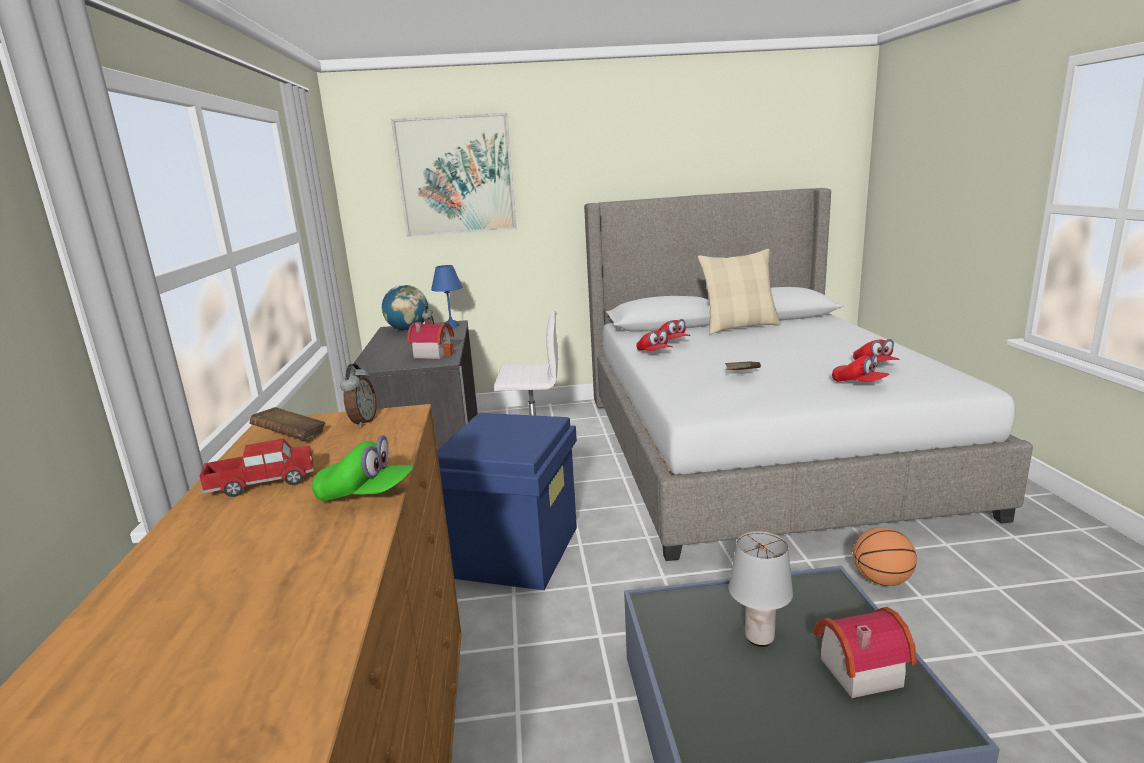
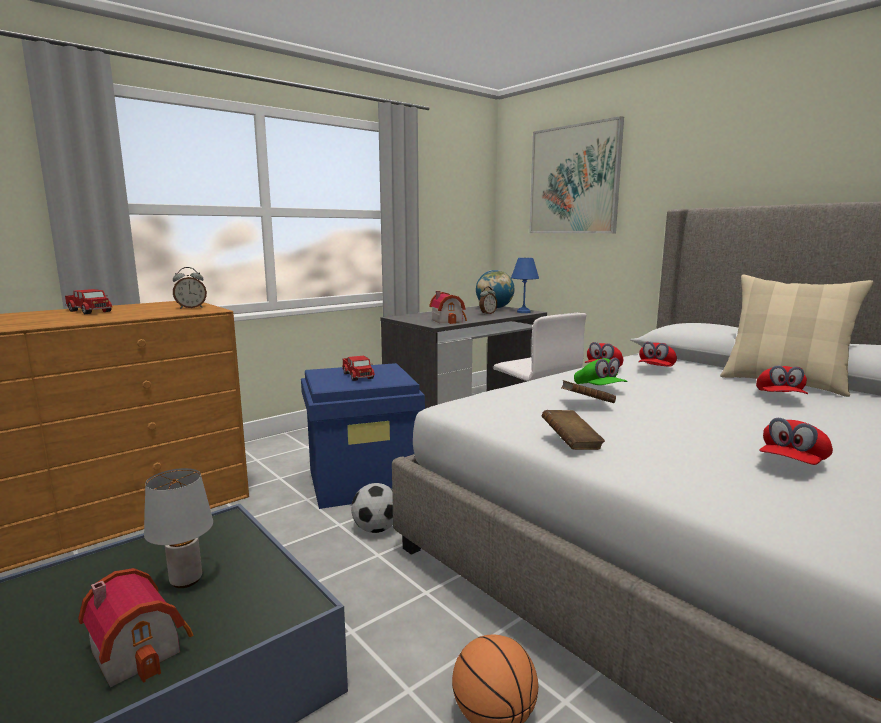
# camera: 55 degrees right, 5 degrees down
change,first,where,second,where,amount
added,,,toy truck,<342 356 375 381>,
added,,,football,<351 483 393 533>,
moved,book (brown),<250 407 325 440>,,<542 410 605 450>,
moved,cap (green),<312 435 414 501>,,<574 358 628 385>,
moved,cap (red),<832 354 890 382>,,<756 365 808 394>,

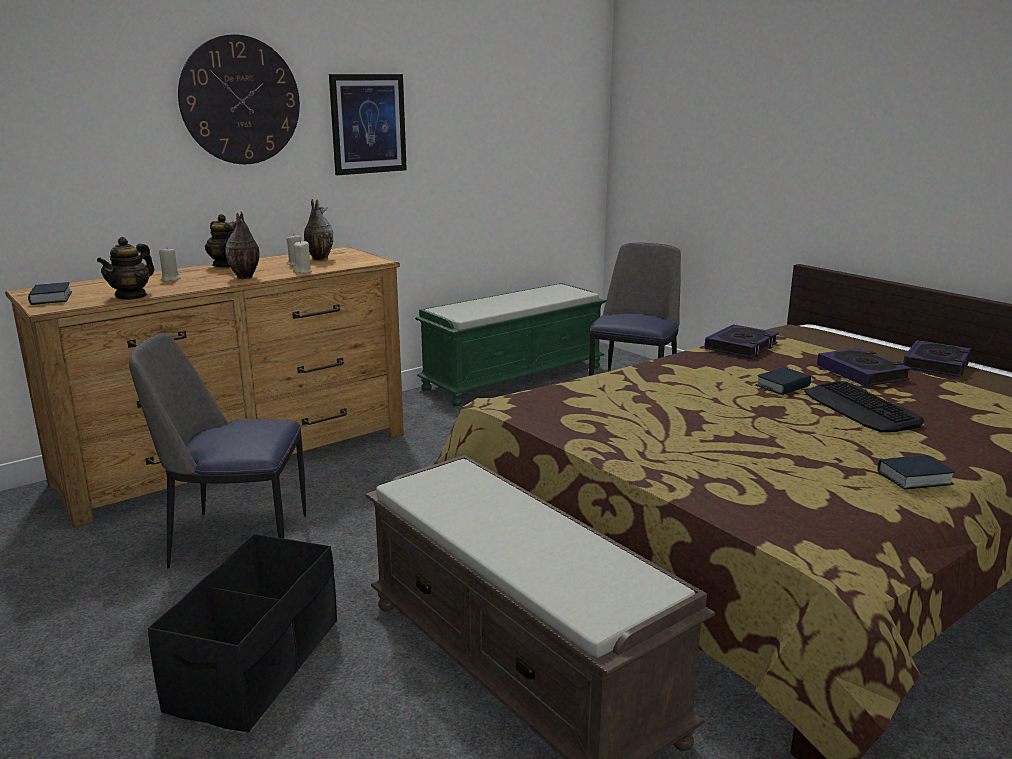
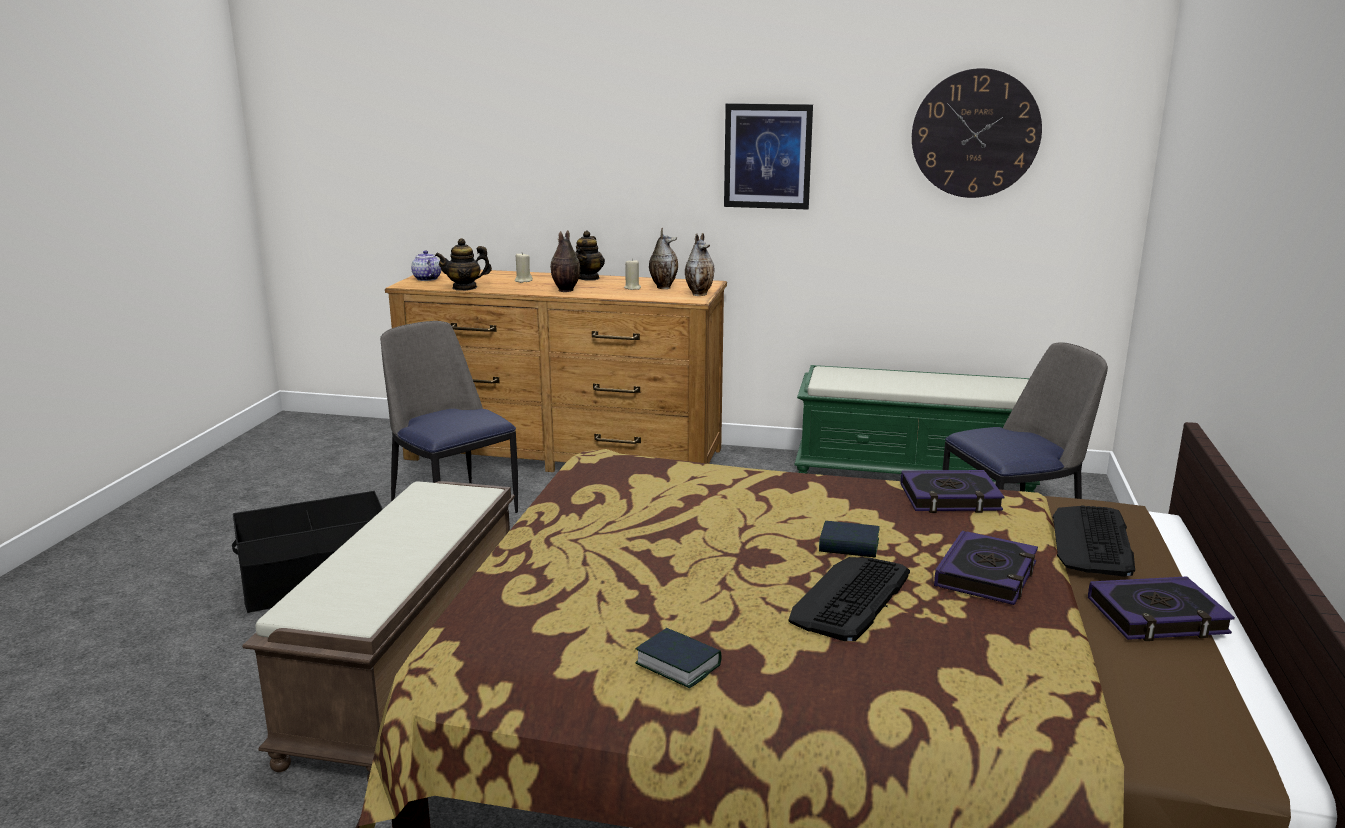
# camera: 50 degrees right, 0 degrees up
change,first,where,second,where,amount
removed,candle (beige),<293 240 312 274>,,,
added,,,vase,<685 233 715 296>,
added,,,keyboard,<1053 506 1135 577>,
moved,wall clock,<178 34 300 164>,,<912 68 1042 198>,
replaced,book,<28 282 72 305>,teapot,<411 250 441 281>,

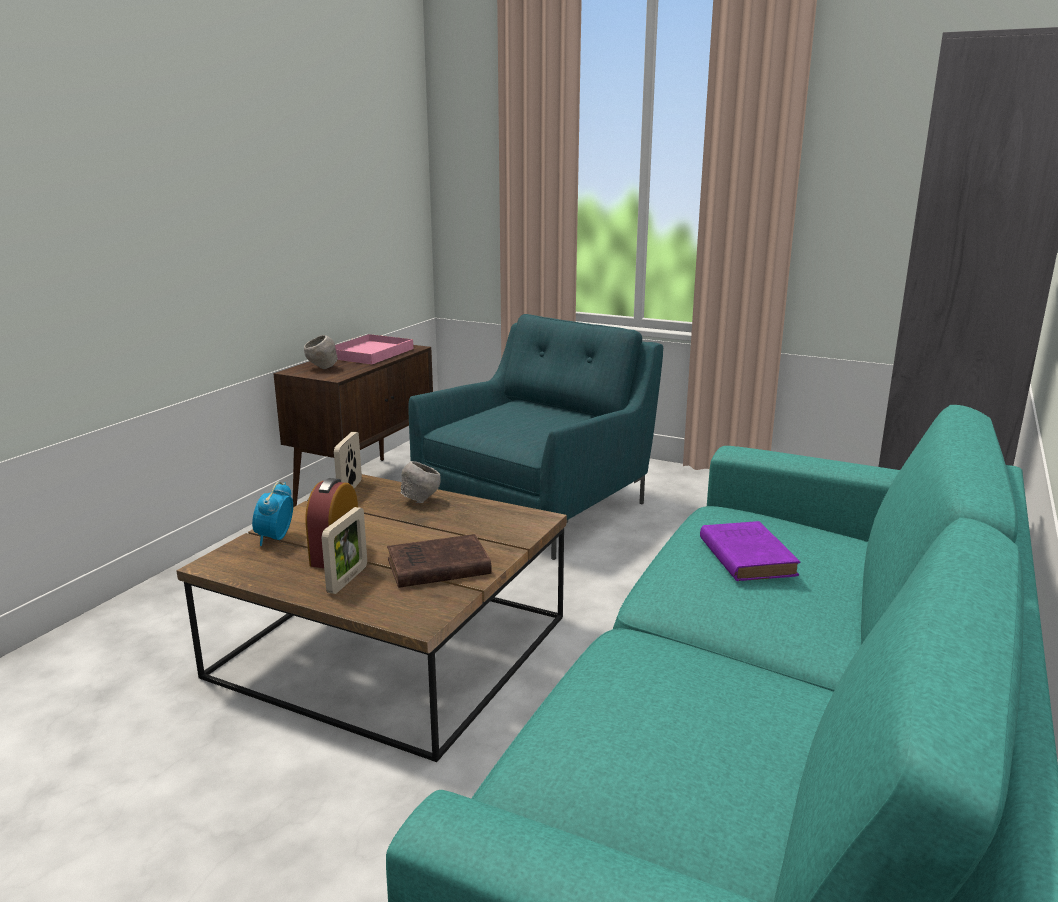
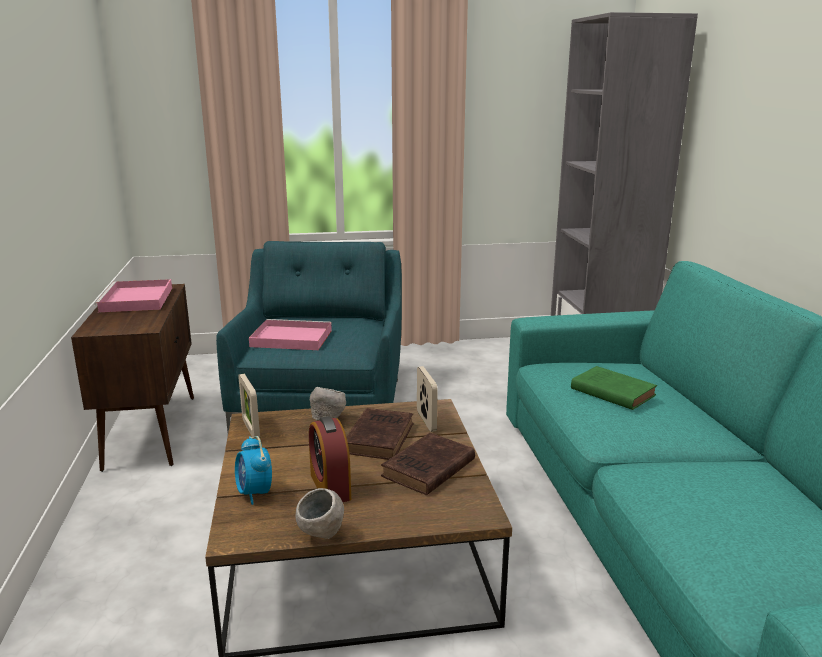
# camera: 35 degrees left, 0 degrees up
change,first,where,second,where,amount
added,,,tray (pink),<249 319 332 350>,
added,,,book (brown),<346 408 414 460>,
moved,bowl (grey),<304 335 338 369>,,<295 488 344 539>,
moved,picture frame,<322 507 367 594>,,<417 366 438 432>,
recoloured,book (purple),<700 521 800 581>,book (green),<571 366 657 410>,

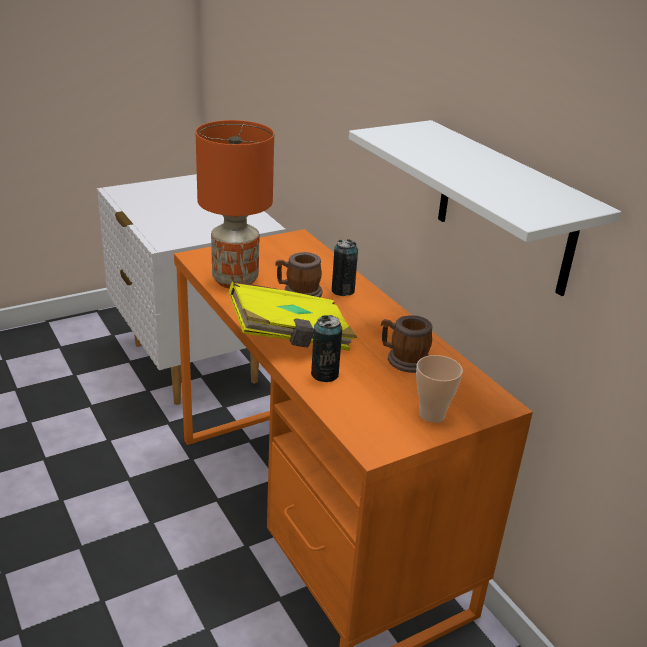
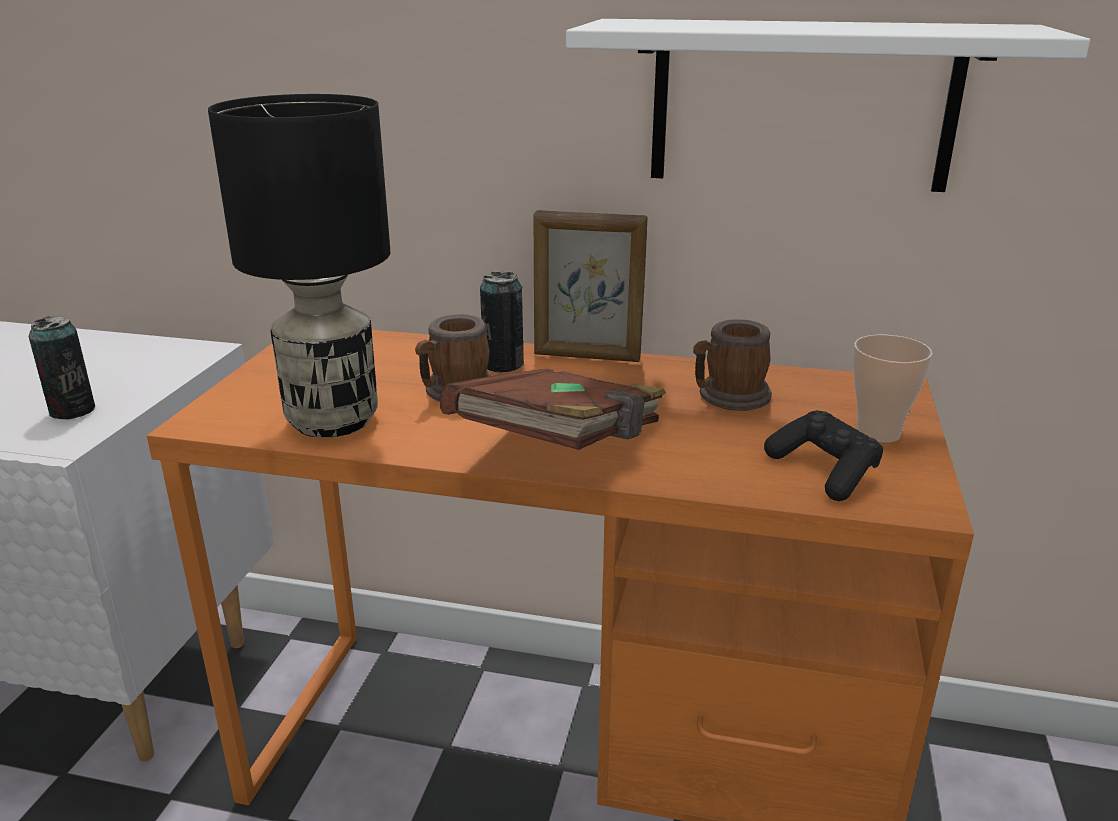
# camera: 45 degrees left, 5 degrees down
change,first,where,second,where,amount
added,,,picture frame,<533 210 648 362>,
added,,,game controller (black),<764 410 883 501>,
moved,can,<311 315 342 382>,,<29 316 95 419>,
recoloured,table lamp (orange),<196 120 274 289>,table lamp (black),<208 94 390 438>,
recoloured,book (yellow),<229 281 357 351>,book (brown),<440 369 666 450>,

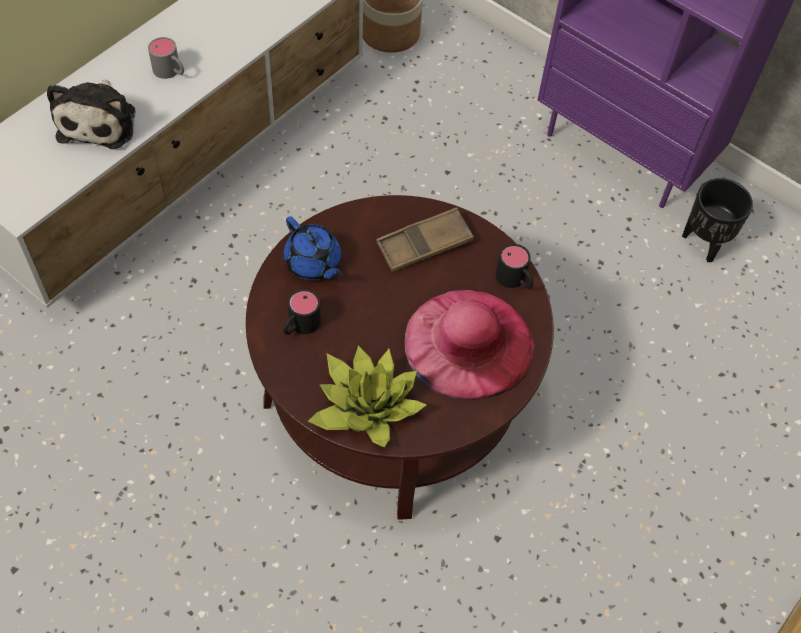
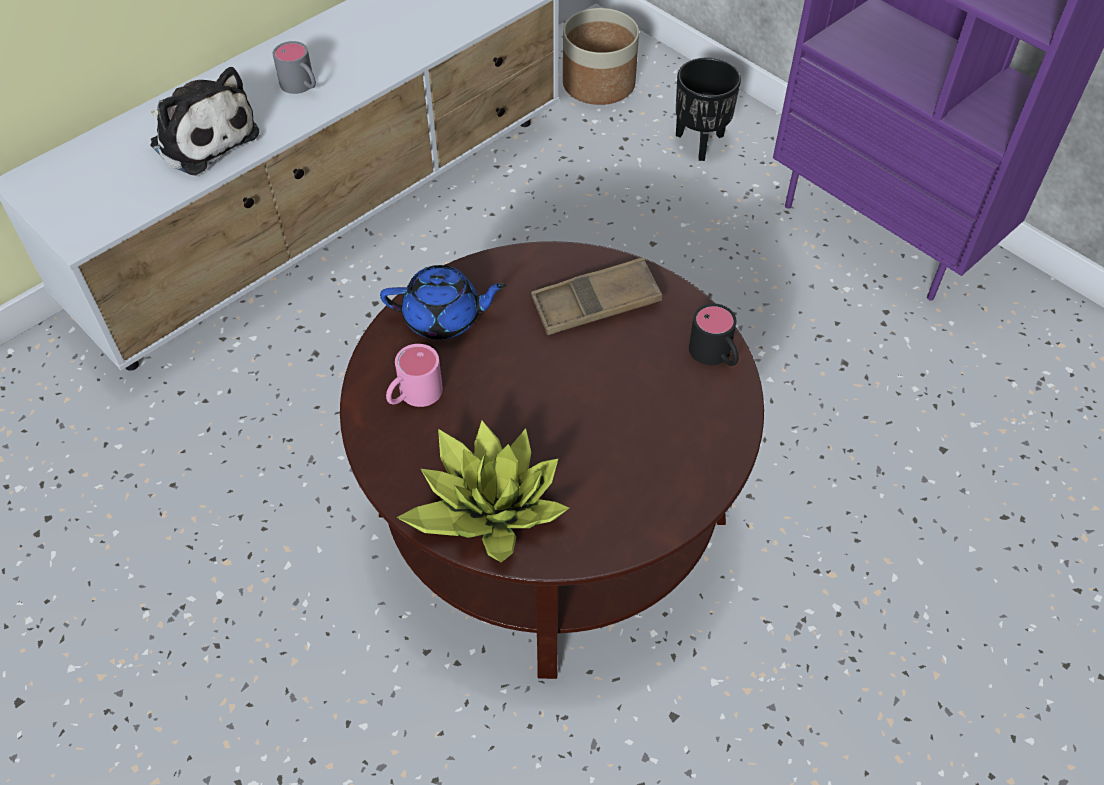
# camera: 10 degrees right, 5 degrees down
change,first,where,second,where,amount
removed,hat (pink),<405 290 534 400>,,,
moved,planter (black),<682 178 753 262>,,<676 58 741 161>,
recoloured,mug (black),<283 289 321 335>,mug (pink),<386 344 443 407>,
turned,plush toy,<47 79 135 149>,,<150 67 260 176>,60 degrees counterclockwise
turned,teapot (blue),<283 216 342 280>,,<380 265 506 340>,60 degrees counterclockwise

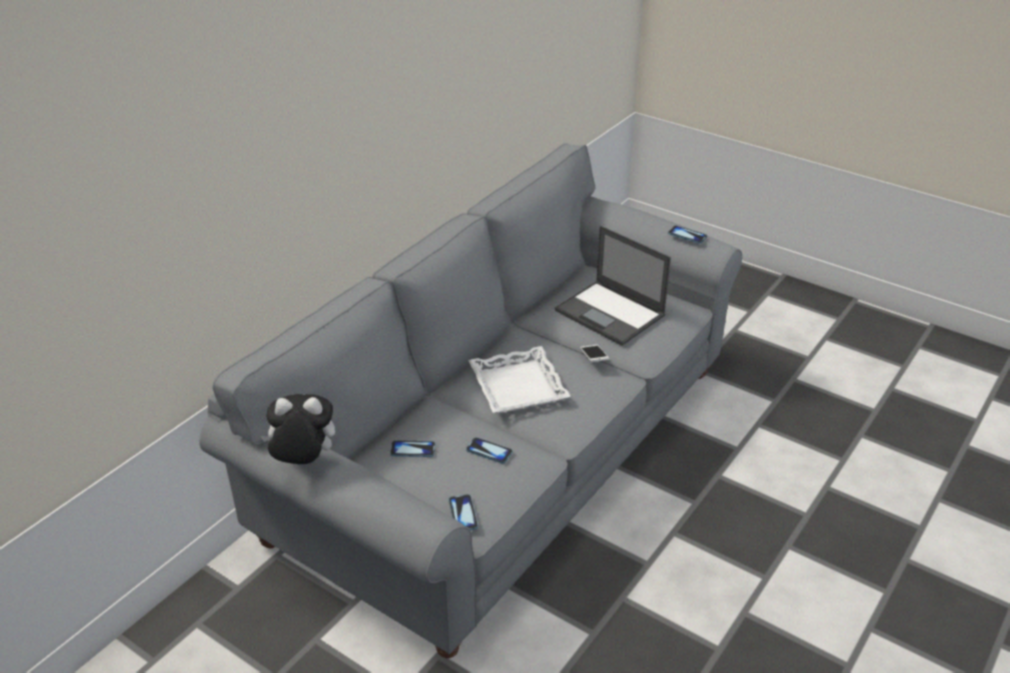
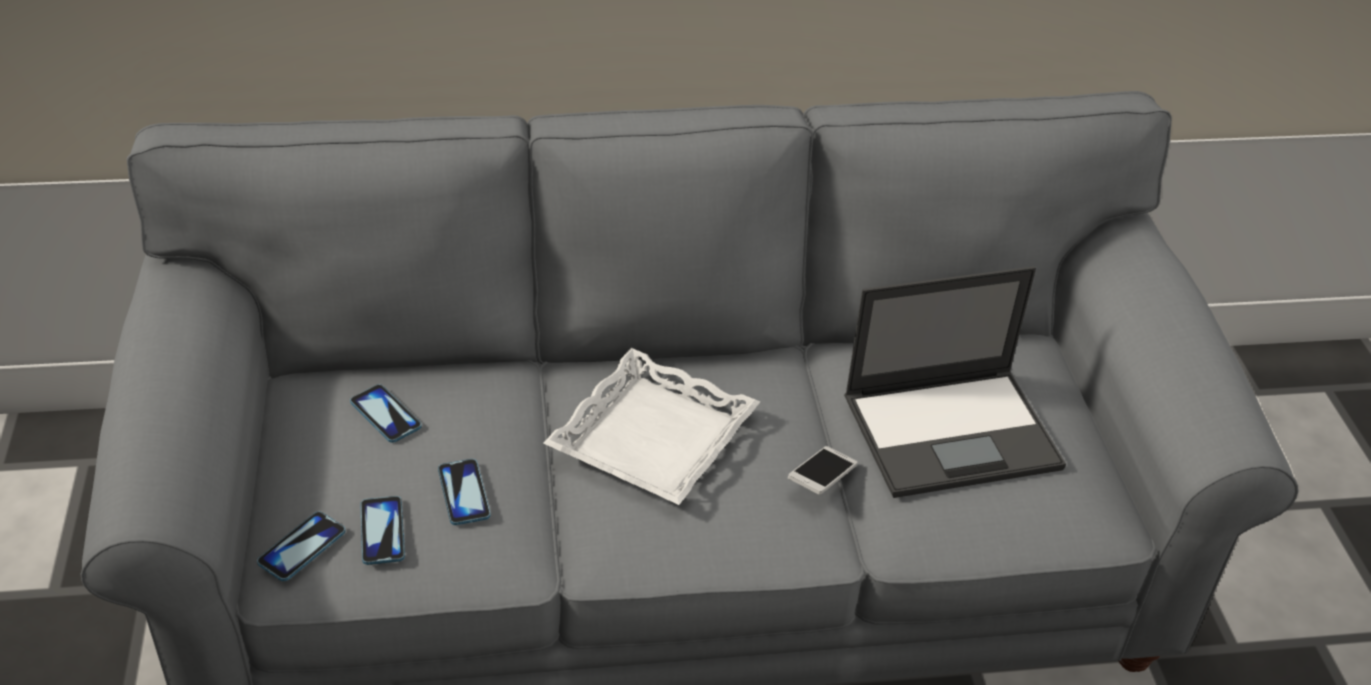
# camera: 45 degrees right, 5 degrees up
change,first,where,second,where,amount
removed,plush toy,<261 394 335 464>,,,
moved,phone,<668 226 707 244>,,<360 496 405 565>,
turned,laptop,<555 226 671 346>,,<844 266 1066 498>,105 degrees counterclockwise

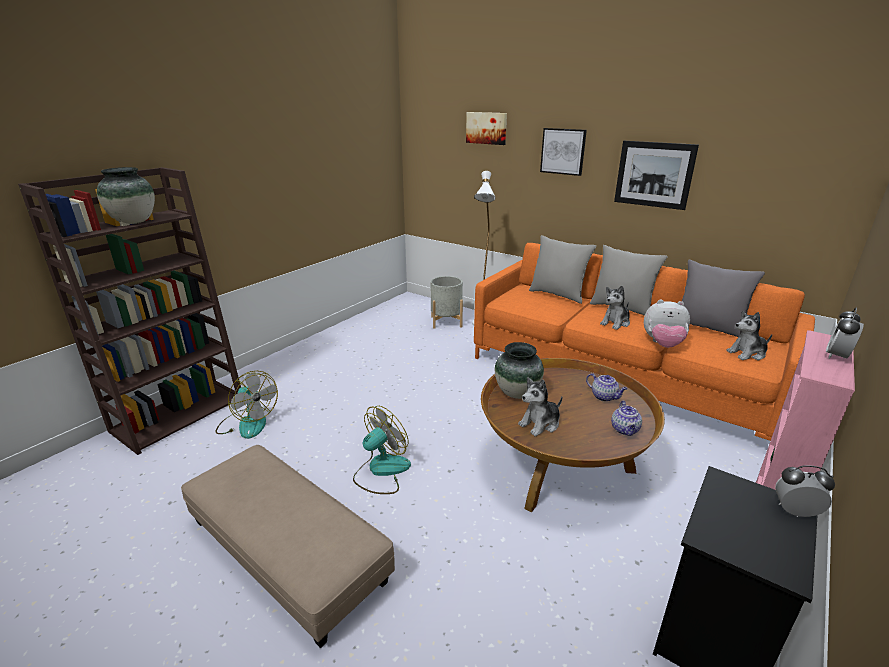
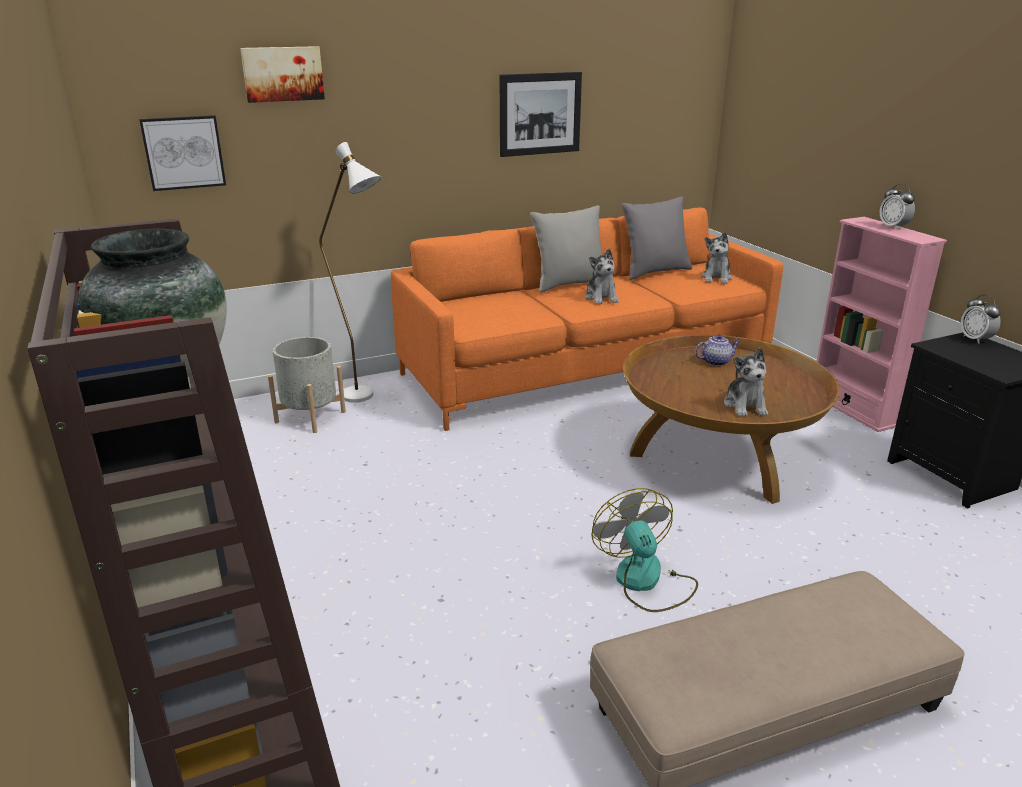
# camera: 60 degrees left, 0 degrees up
change,first,where,second,where,amount
removed,fan,<216 371 278 439>,,,
removed,vase,<495 342 544 399>,,,
removed,pillow (grey),<529 235 596 304>,,,
removed,teapot,<611 401 642 436>,,,
removed,plush toy,<644 300 690 348>,,,
moved,picture,<540 128 587 176>,,<139 115 226 191>,
turned,alarm clock,<775 465 835 517>,,<961 294 1001 344>,60 degrees counterclockwise

